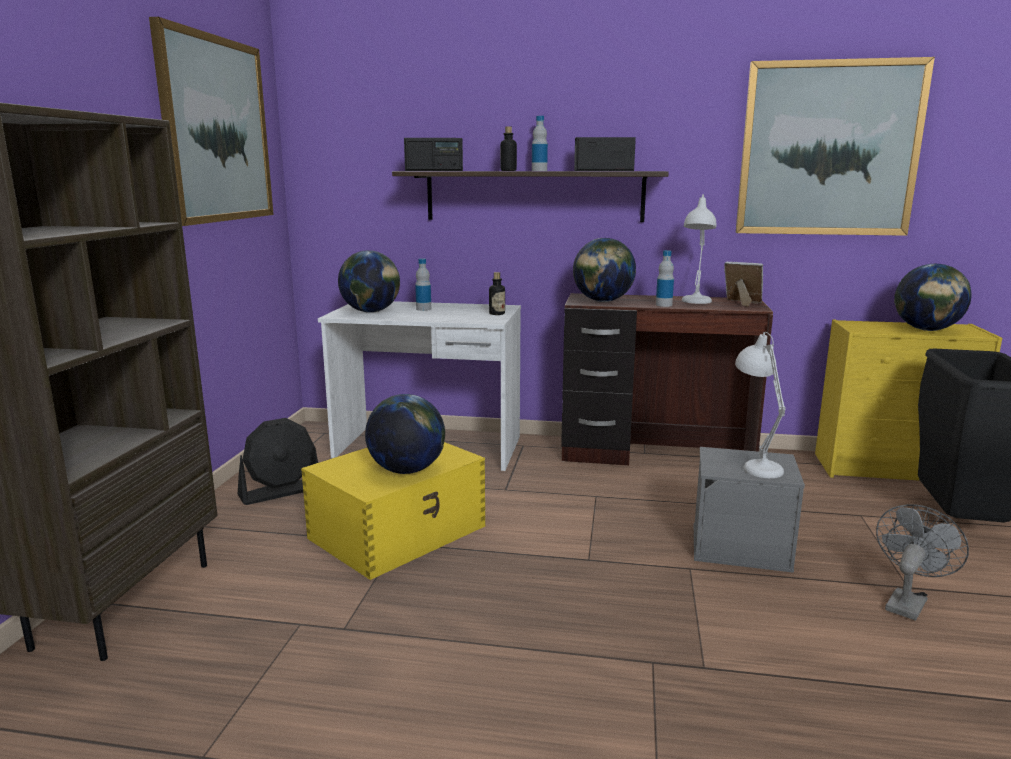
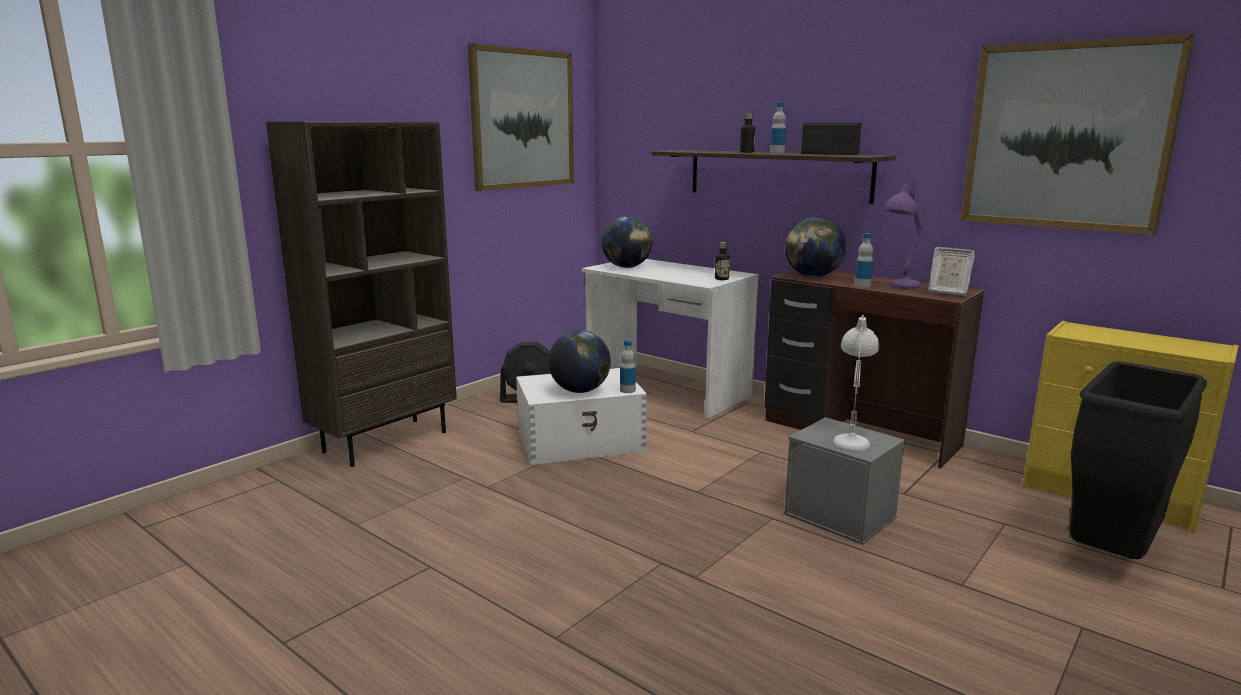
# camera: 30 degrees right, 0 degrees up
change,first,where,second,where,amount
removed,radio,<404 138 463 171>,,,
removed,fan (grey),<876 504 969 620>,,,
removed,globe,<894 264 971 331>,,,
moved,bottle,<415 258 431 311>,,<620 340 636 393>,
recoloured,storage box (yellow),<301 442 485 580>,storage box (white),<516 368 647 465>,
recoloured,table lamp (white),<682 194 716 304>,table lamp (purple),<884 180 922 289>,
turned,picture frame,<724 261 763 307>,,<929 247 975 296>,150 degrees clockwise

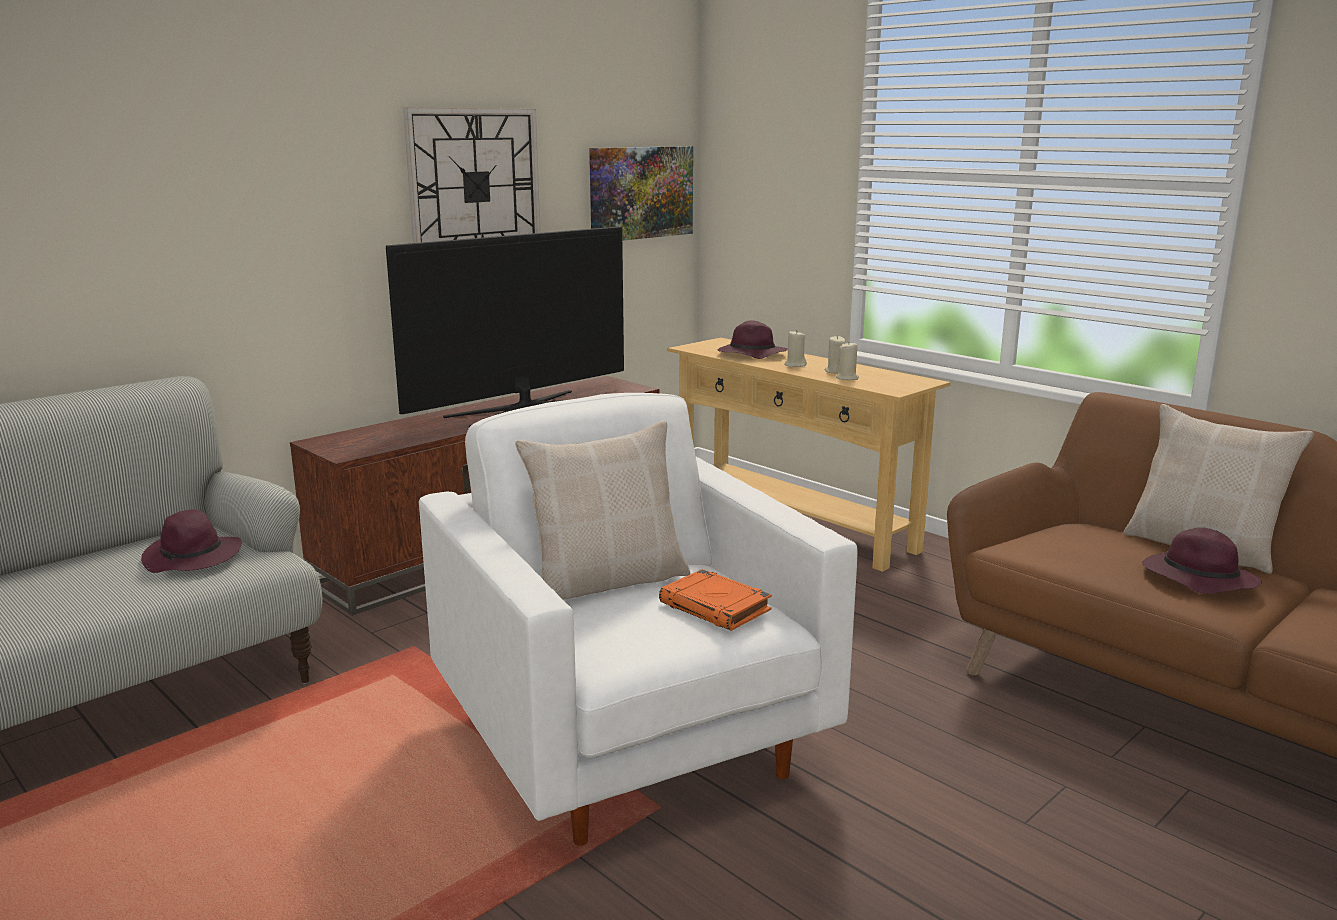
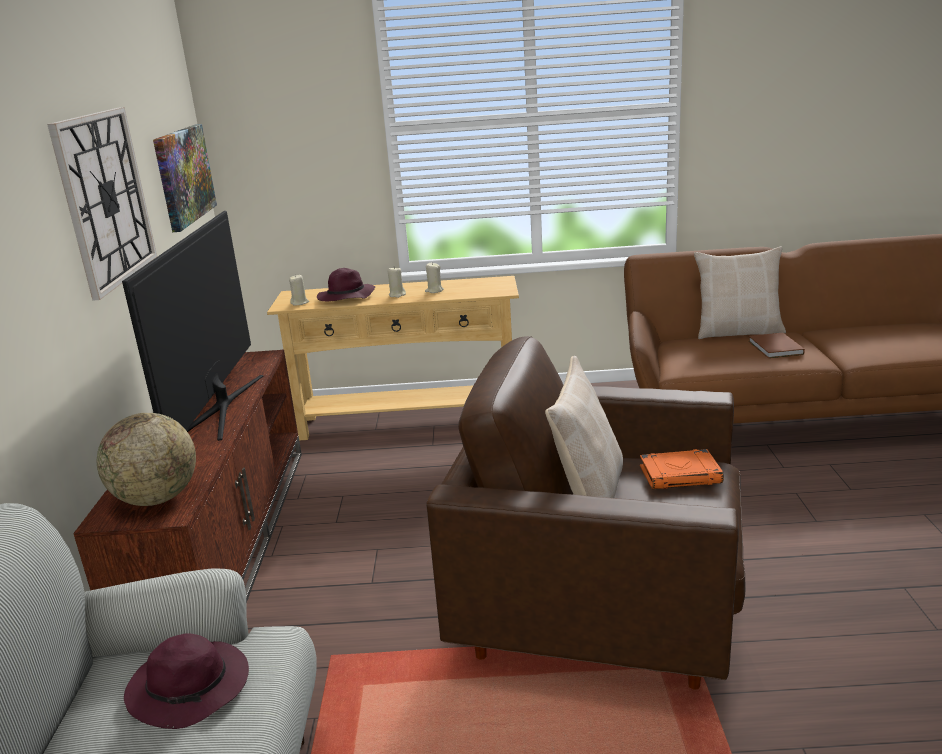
# camera: 45 degrees left, 5 degrees up
change,first,where,second,where,amount
added,,,globe,<97 413 196 506>,
moved,candle (beige),<836 341 859 380>,,<289 274 309 305>,
replaced,hat (purple),<1142 527 1262 594>,book (brown),<748 333 805 358>,
recoloured,armchair (white),<419 393 858 846>,armchair (brown),<426 336 746 689>,

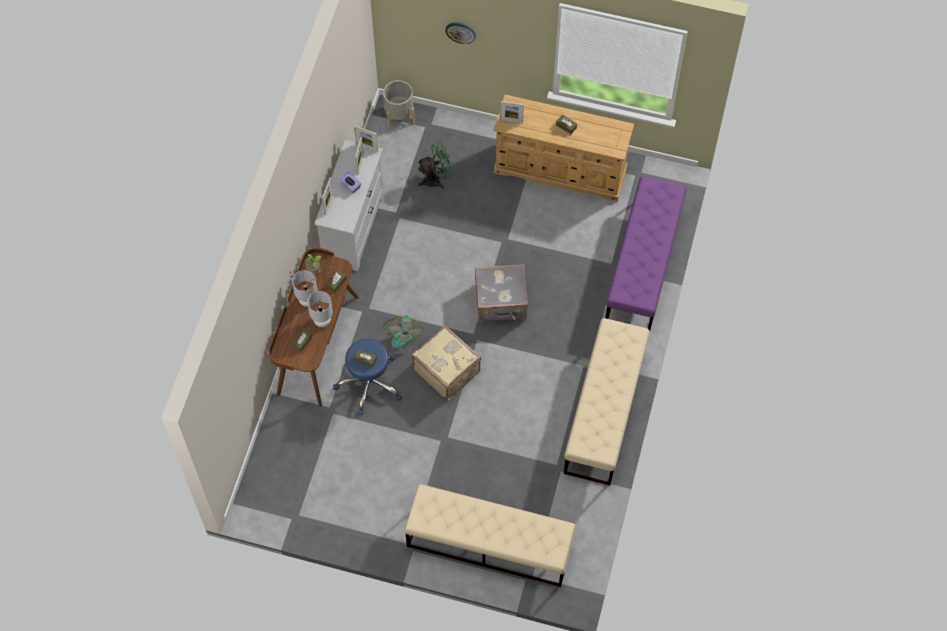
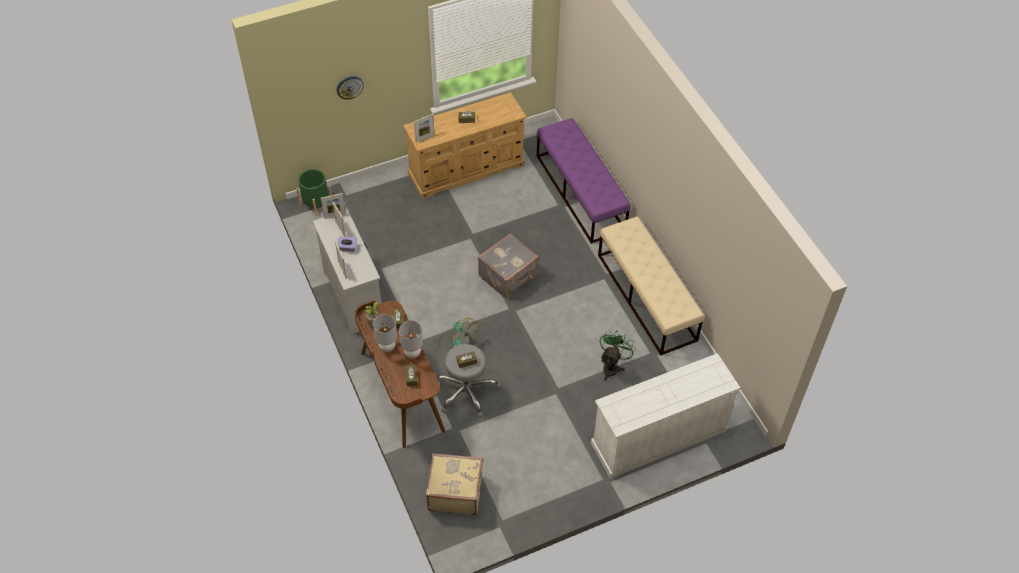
# camera: 40 degrees left, 10 degrees down
change,first,where,second,where,amount
moved,suitcase (beige),<412 325 481 400>,,<426 453 483 515>,
moved,fan (green),<417 142 454 189>,,<600 330 636 381>,
replaced,bench (beige),<405 484 576 587>,dresser (white),<591 353 740 479>,
recoloured,stool (blue),<333 339 402 415>,stool (grey),<437 344 501 417>,
recoloured,planter (grey),<383 80 415 128>,planter (green),<296 169 332 216>,

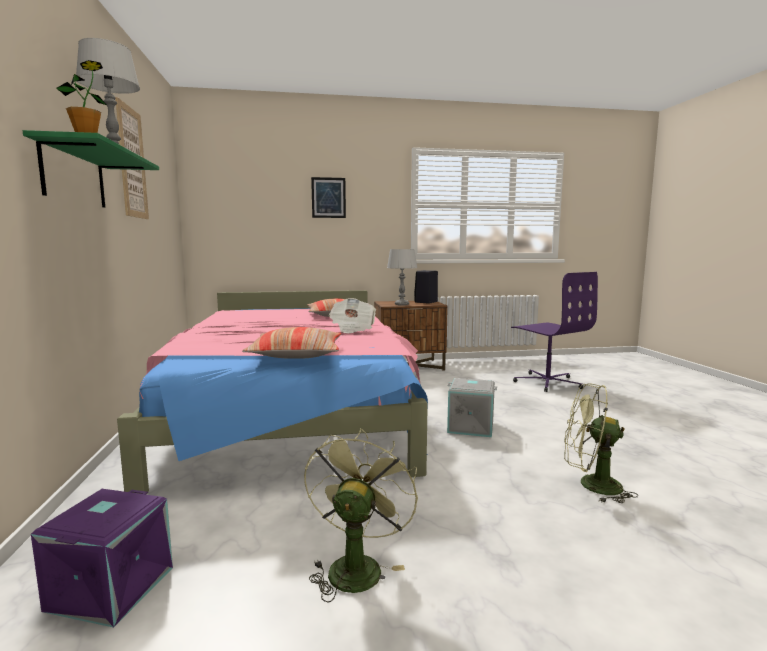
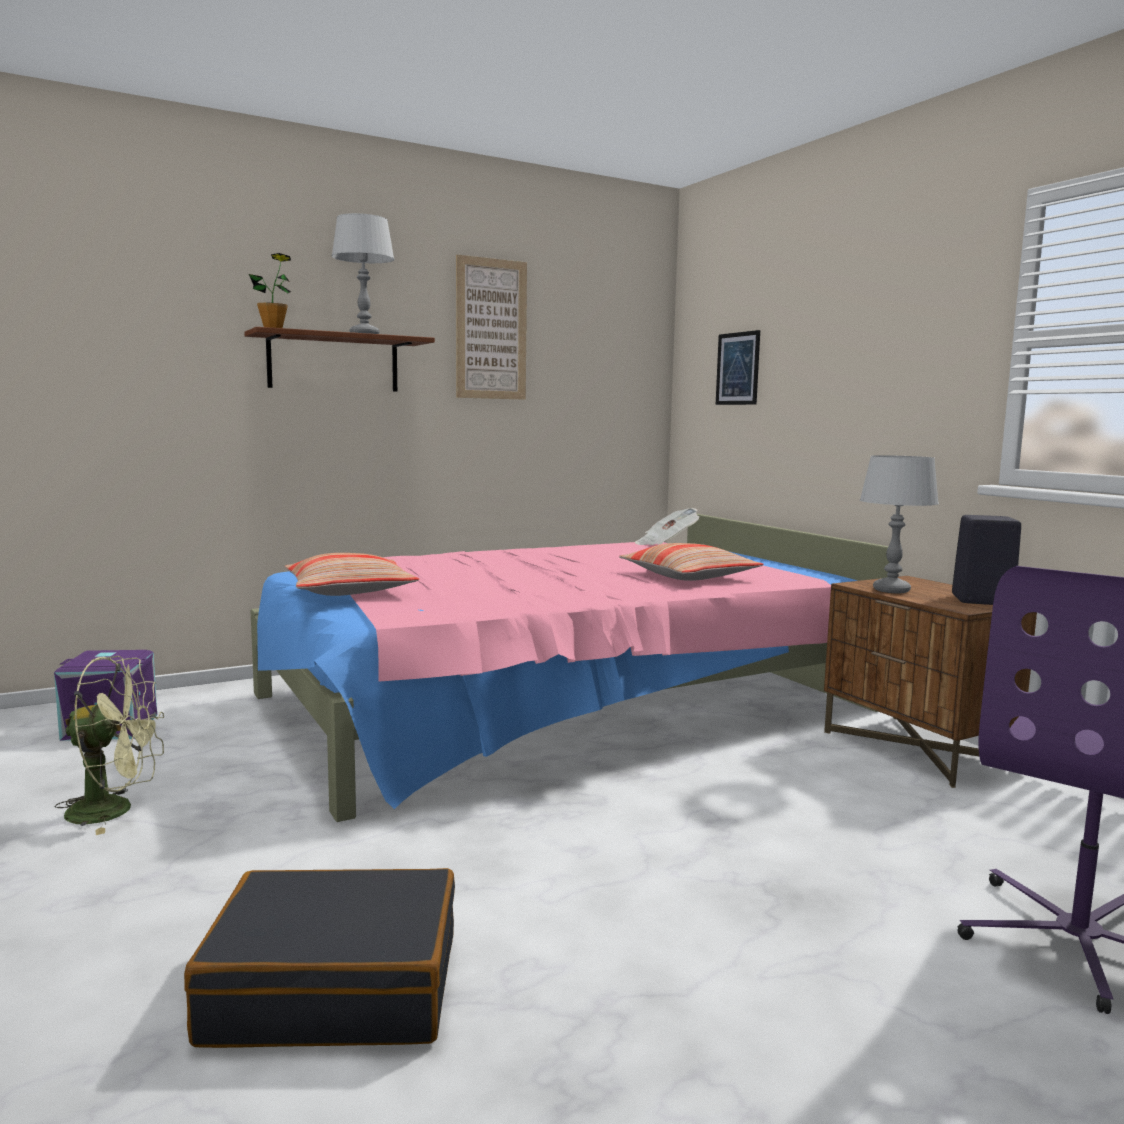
# camera: 70 degrees right, 0 degrees up
change,first,where,second,where,amount
removed,storage box (grey),<447 378 497 437>,,,
moved,picture,<311 177 346 218>,,<716 330 760 405>,
moved,newspaper,<329 298 376 333>,,<635 508 699 545>,
replaced,fan (green),<564 383 638 503>,suitcase (black),<184 868 455 1048>,
recoloured,shelf (green),<23 130 159 208>,shelf (brown),<244 327 435 392>,

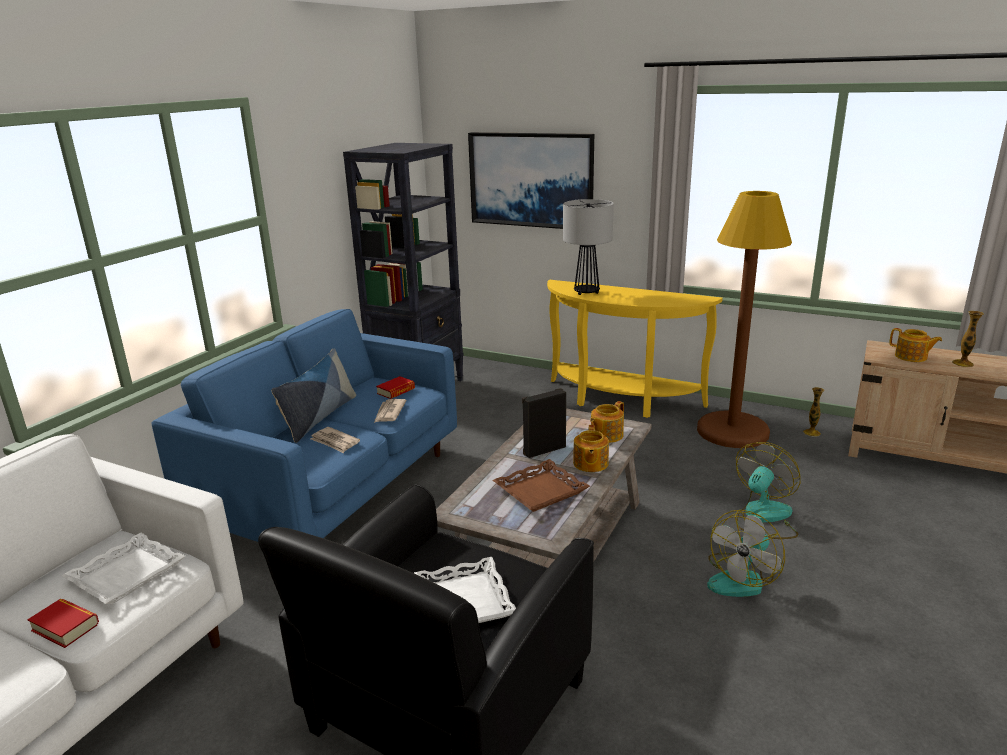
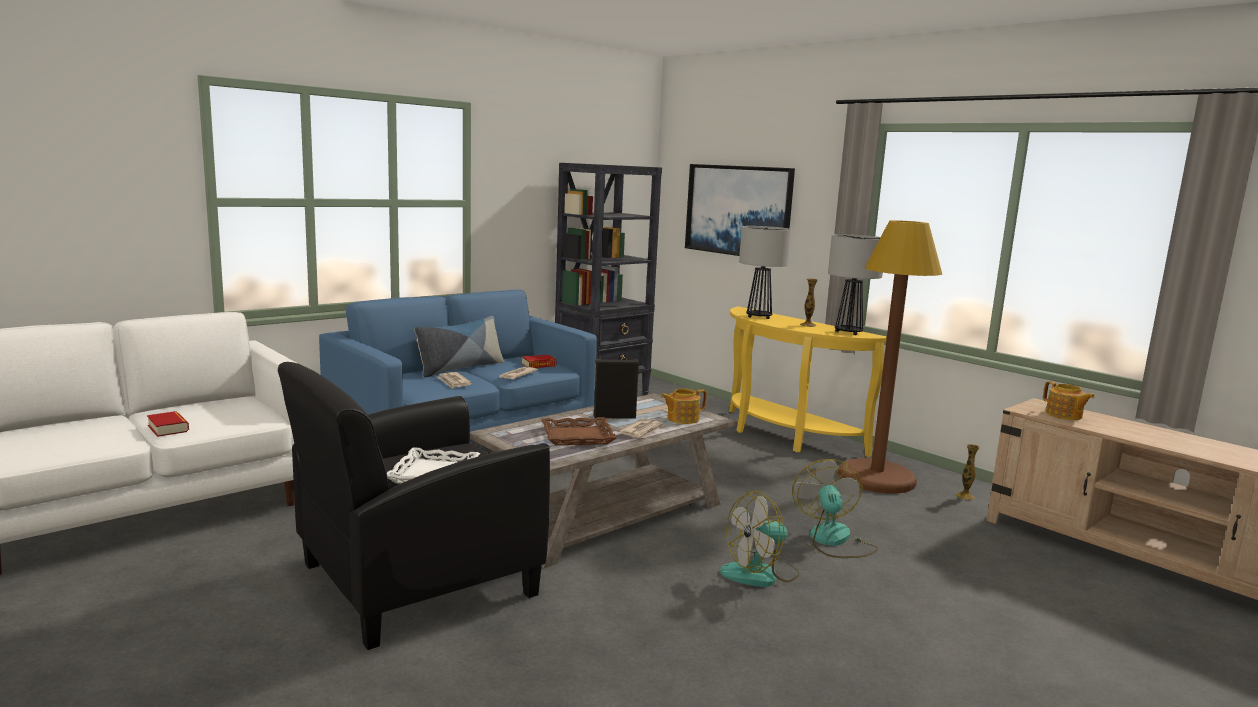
# camera: 20 degrees right, 10 degrees down
change,first,where,second,where,amount
removed,tray (white),<62 533 185 604>,,,
added,,,table lamp,<828 234 883 335>,
moved,vase,<952 311 984 367>,,<800 279 818 327>,
replaced,teapot,<573 425 609 472>,newspaper,<619 418 663 438>,
turned,fan,<736 442 801 539>,,<792 459 878 558>,60 degrees counterclockwise

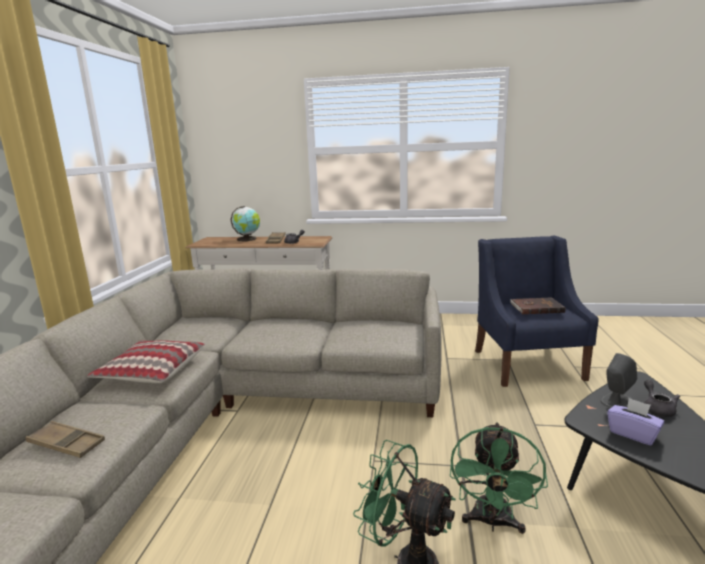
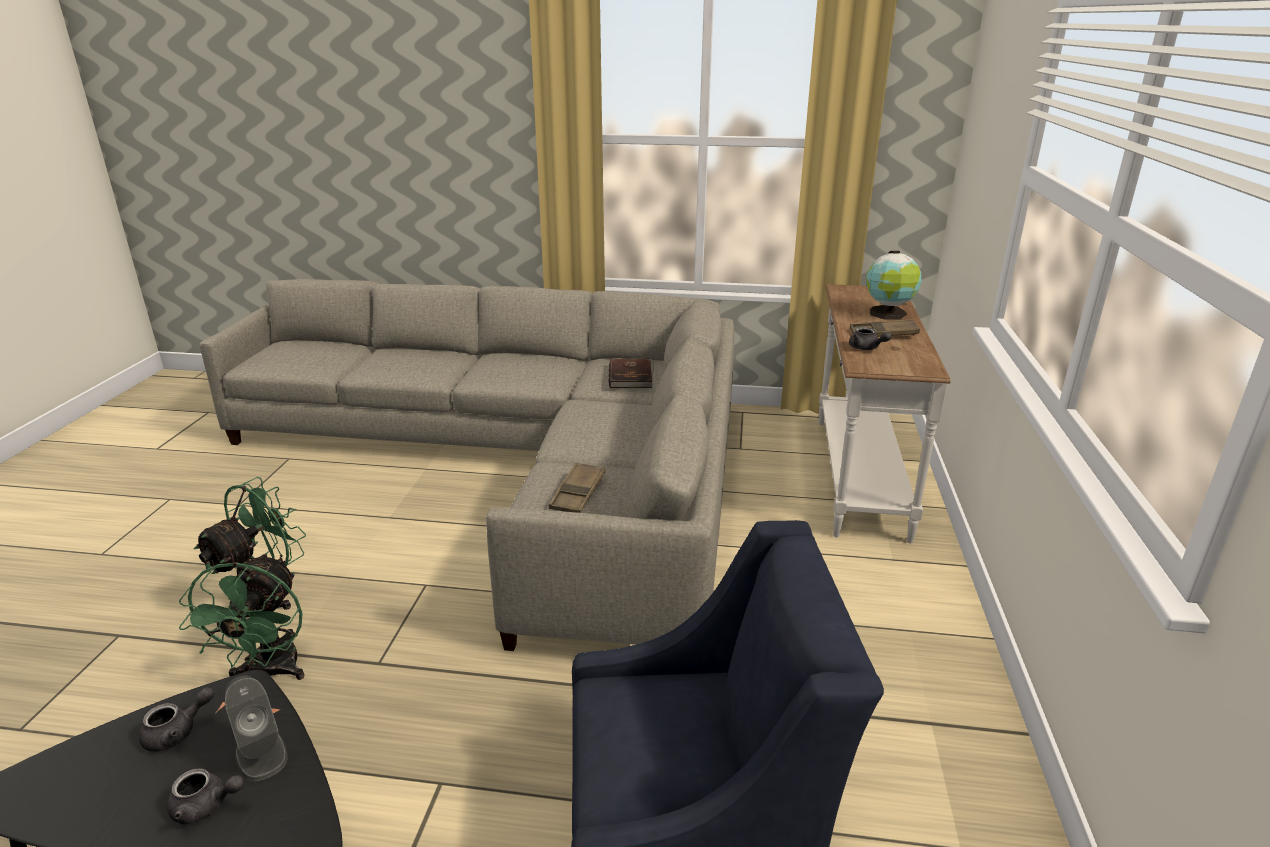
# camera: 90 degrees right, 10 degrees up
change,first,where,second,where,amount
removed,pillow,<87 340 205 384>,,,
moved,tray (brown),<25 421 105 458>,,<549 462 605 513>,
moved,book (brown),<510 297 566 314>,,<608 359 654 388>,
replaced,tissue box (purple),<607 398 664 445>,teapot (grey),<139 687 215 752>,
turned,fan (green),<450 422 548 534>,,<179 553 305 680>,105 degrees counterclockwise

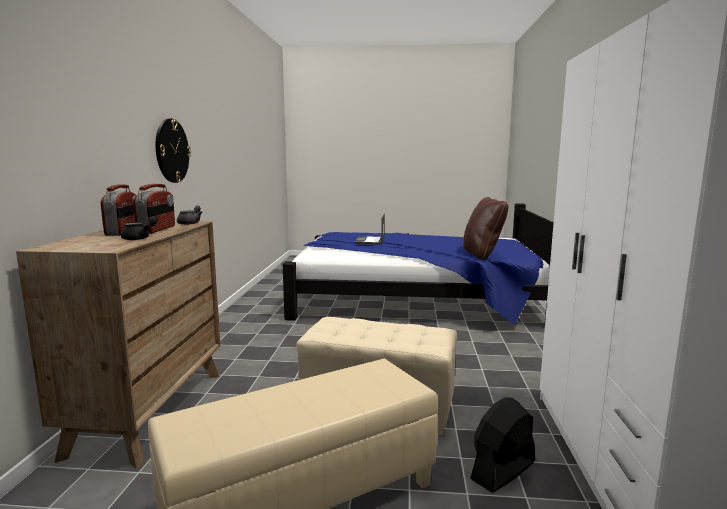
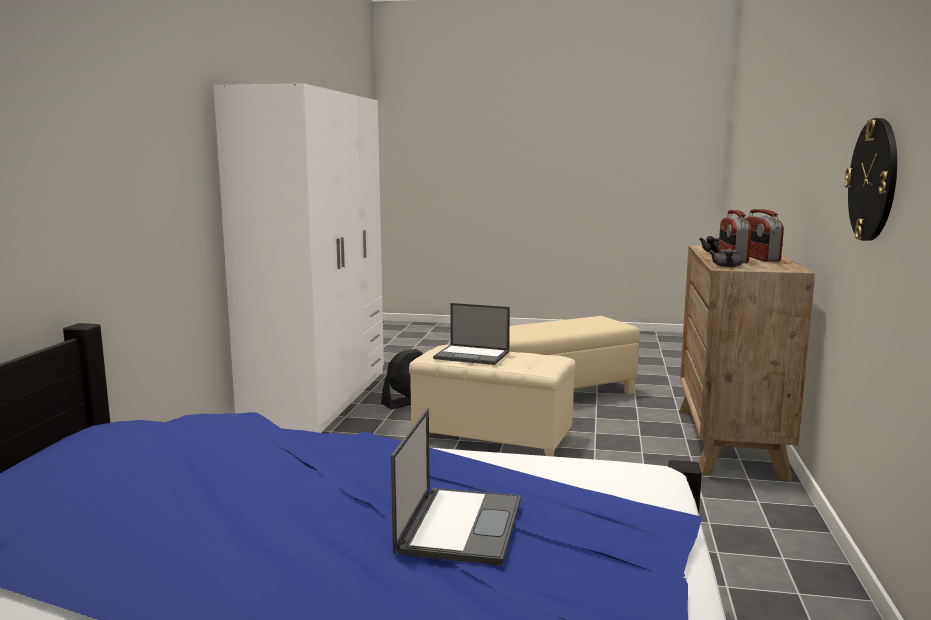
# camera: 175 degrees left, 0 degrees up
change,first,where,second,where,amount
removed,pillow (brown),<463 197 508 260>,,,
added,,,laptop,<433 303 510 365>,

